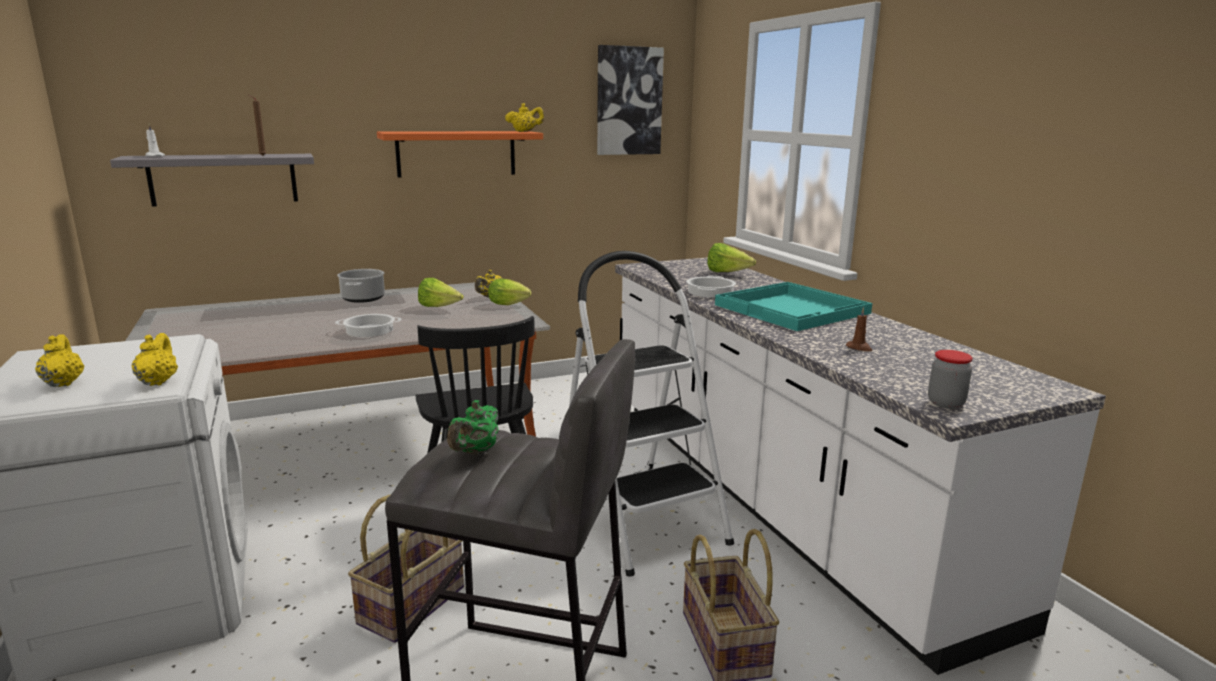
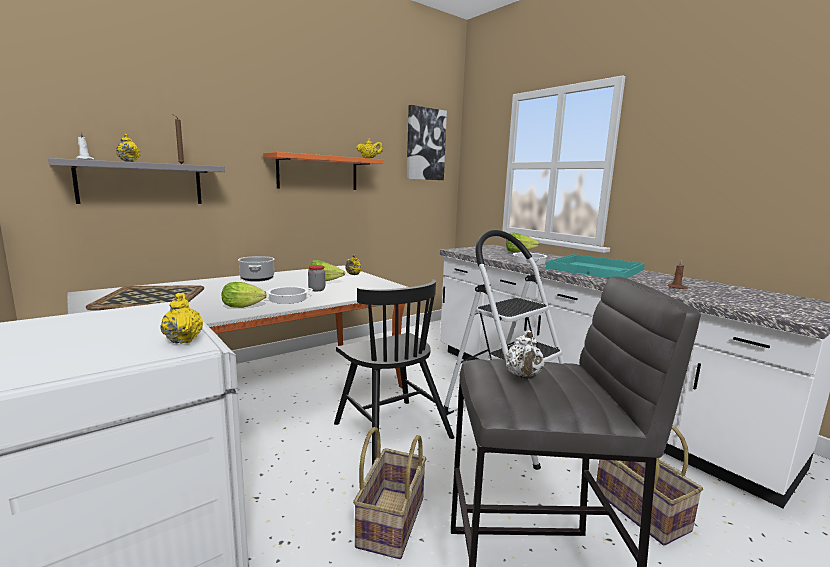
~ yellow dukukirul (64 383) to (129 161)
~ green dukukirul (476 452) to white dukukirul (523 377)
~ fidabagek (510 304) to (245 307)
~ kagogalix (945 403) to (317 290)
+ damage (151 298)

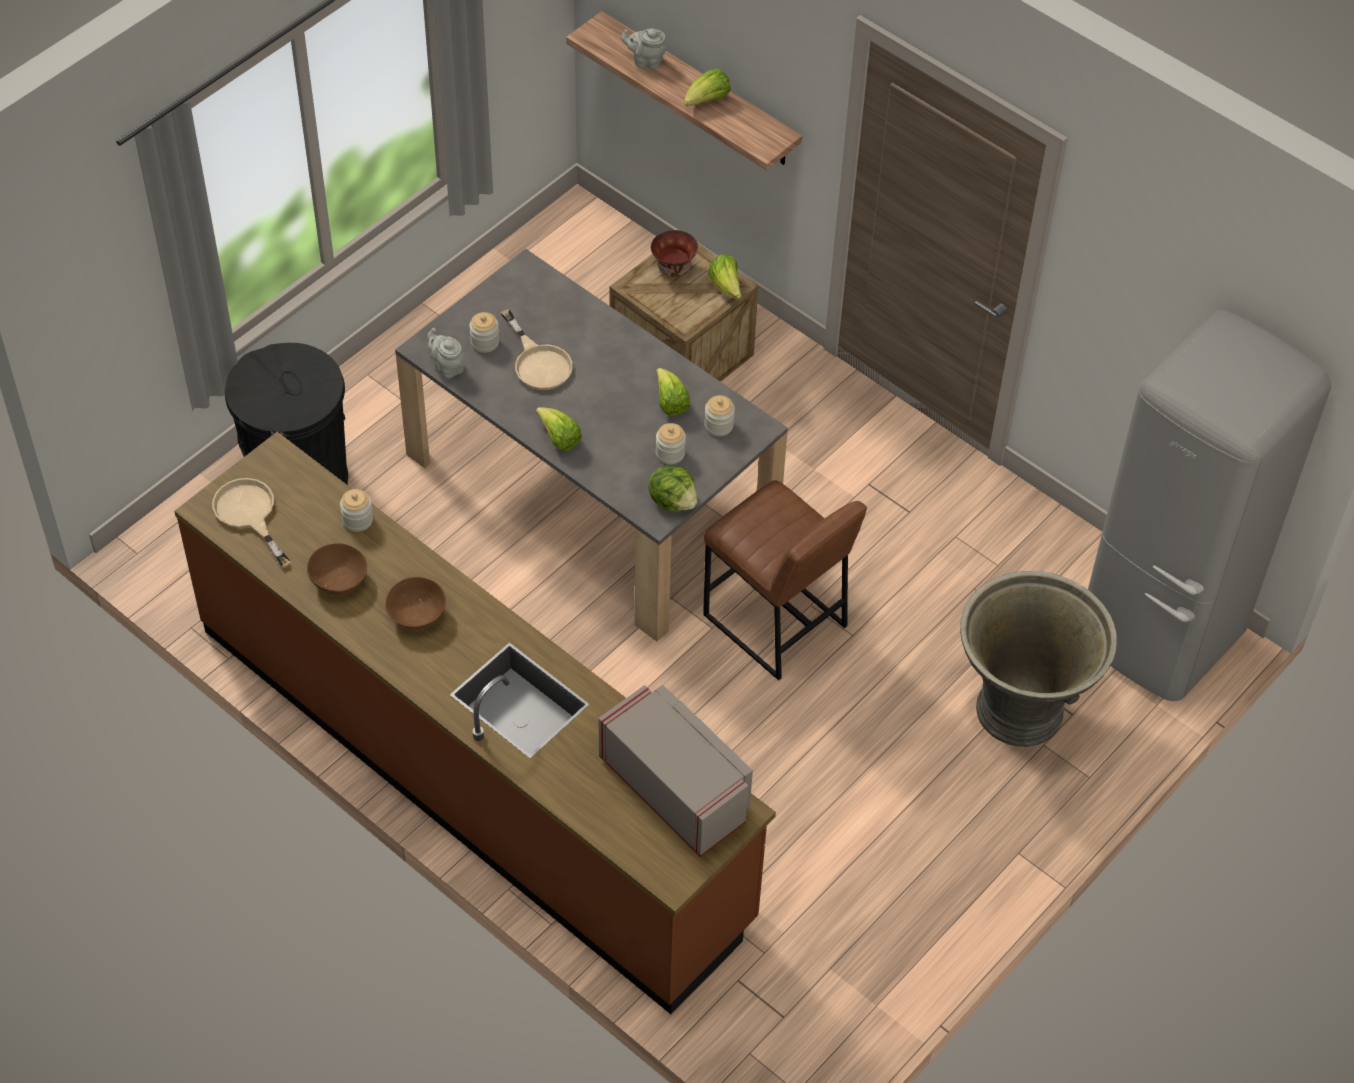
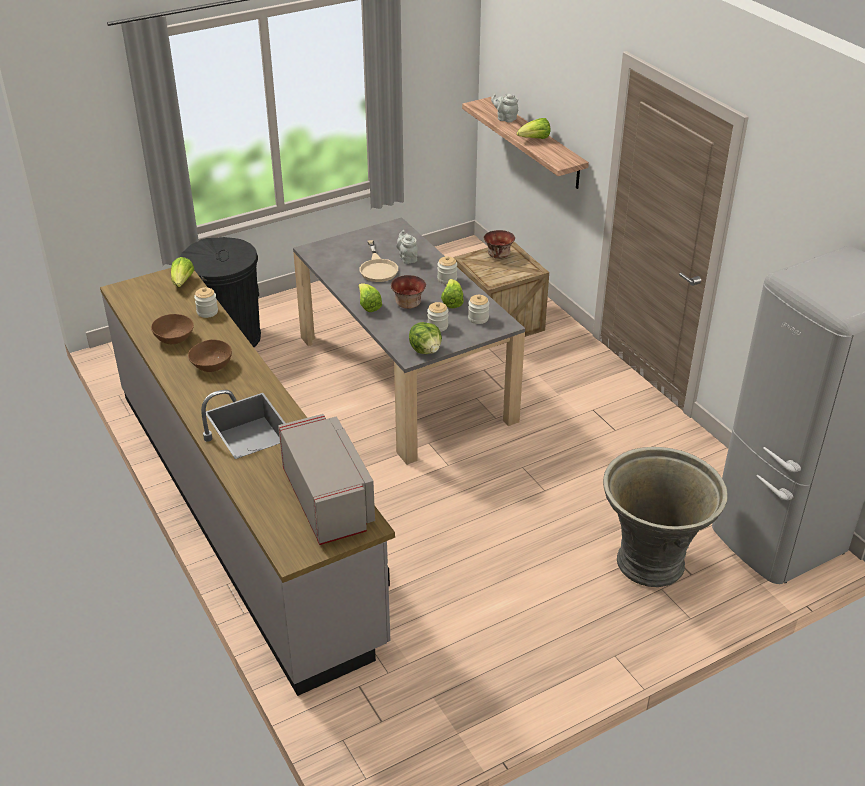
~ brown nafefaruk (472 771) to grey nafefaruk (243 509)
- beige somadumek (249 514)
~ grey dukukirul (447 366) to (407 258)
~ kagogalix (485 342) to (447 279)
- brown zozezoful (776 622)
~ fidabagek (726 286) to (182 283)
+ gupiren (408 304)

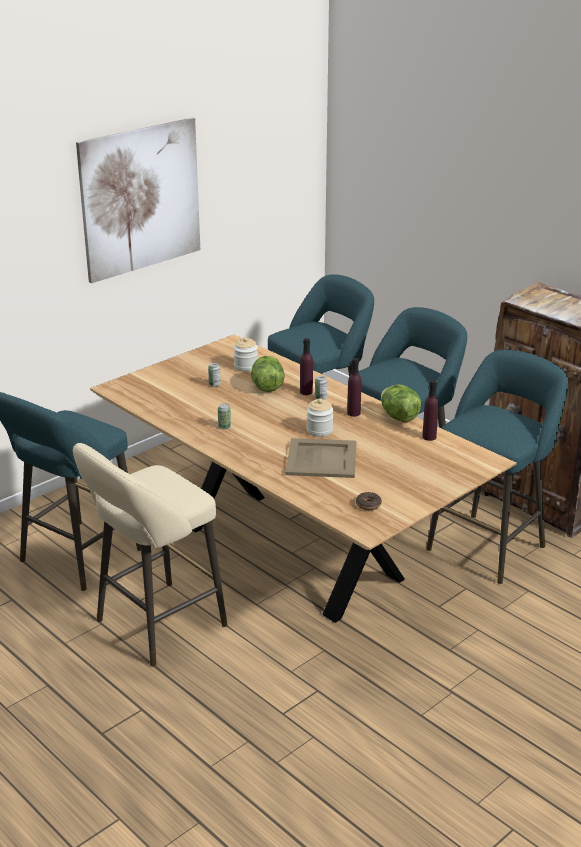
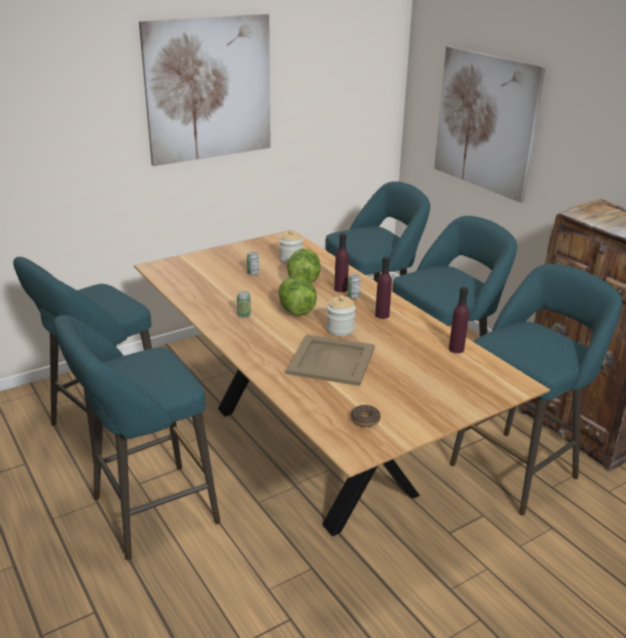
~ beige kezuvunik (155 626) to turquoise kezuvunik (148 512)
~ fidabagek (399 417) to (296 310)
+ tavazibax (485 122)

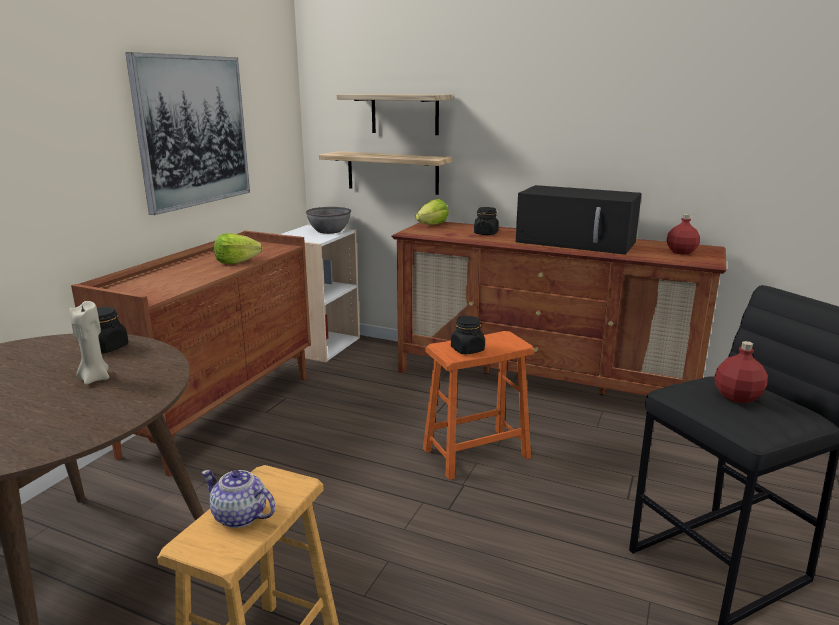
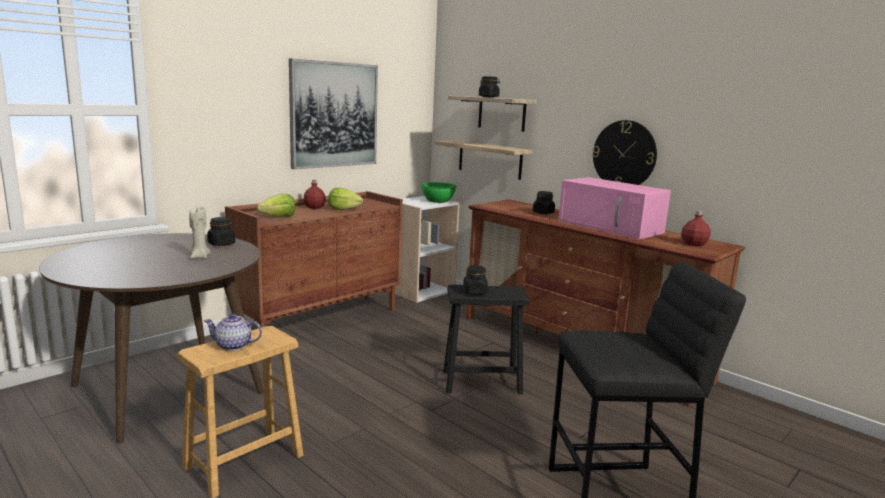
~ dukukirul (240 517) = (234 346) 45 degrees counterclockwise
~ grey gupiren (329 231) to green gupiren (437 201)
~ fidabagek (432 225) to (279 217)
~ orange kezuvunik (476 453) to black kezuvunik (481 381)
~ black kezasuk (577 242) to pink kezasuk (611 227)
~ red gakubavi (737 397) to (314 207)
+ black kagogalix (488 97)
+ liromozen (624 154)

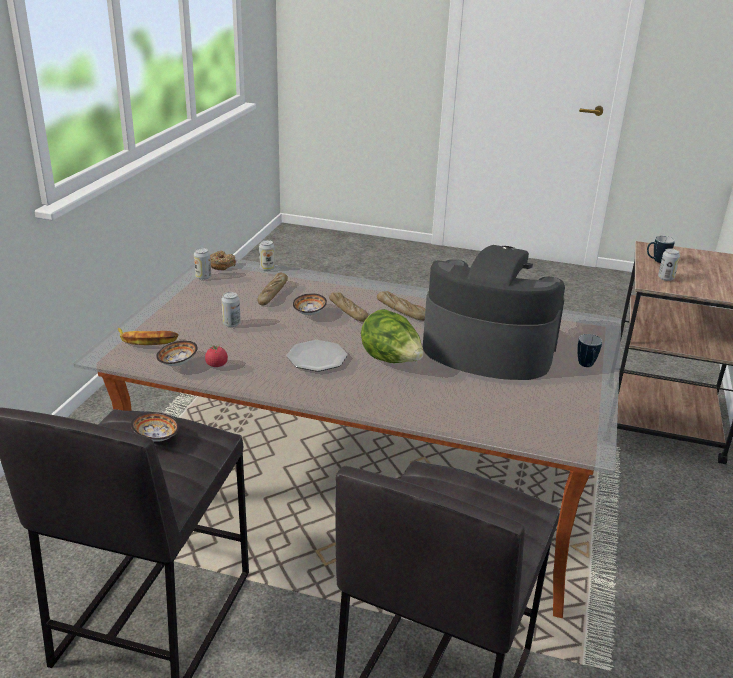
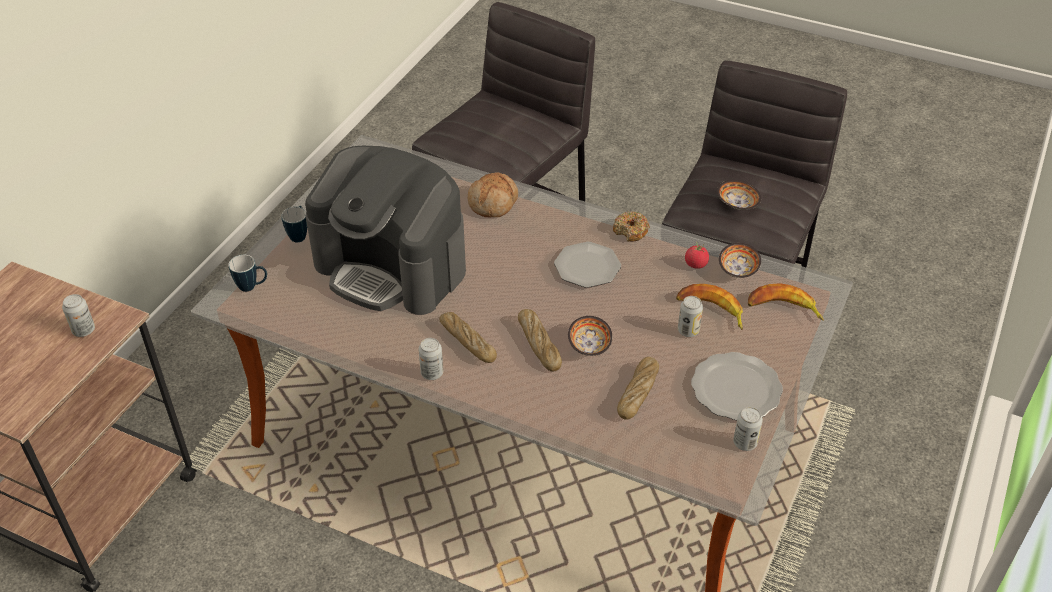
~ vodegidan (221 265) to (631 231)
~ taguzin (267 268) to (432 373)
- fidabagek (391 361)
~ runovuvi (656 261) to (252 287)
+ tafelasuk (494 203)
+ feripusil (711 310)
+ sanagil (737 389)

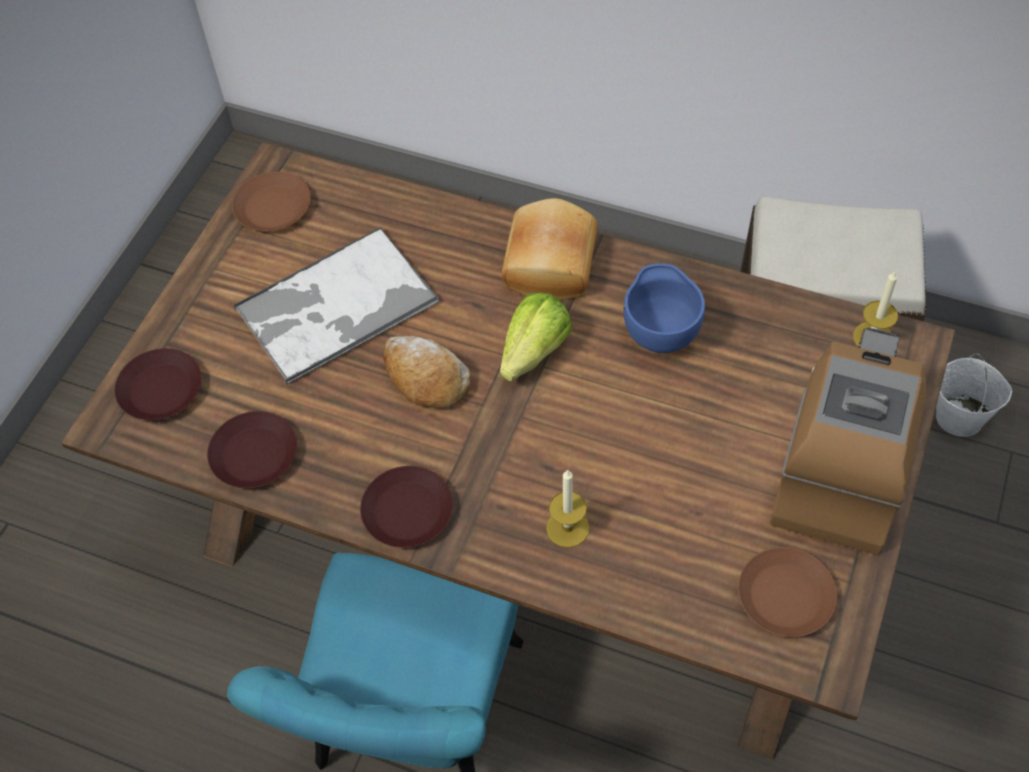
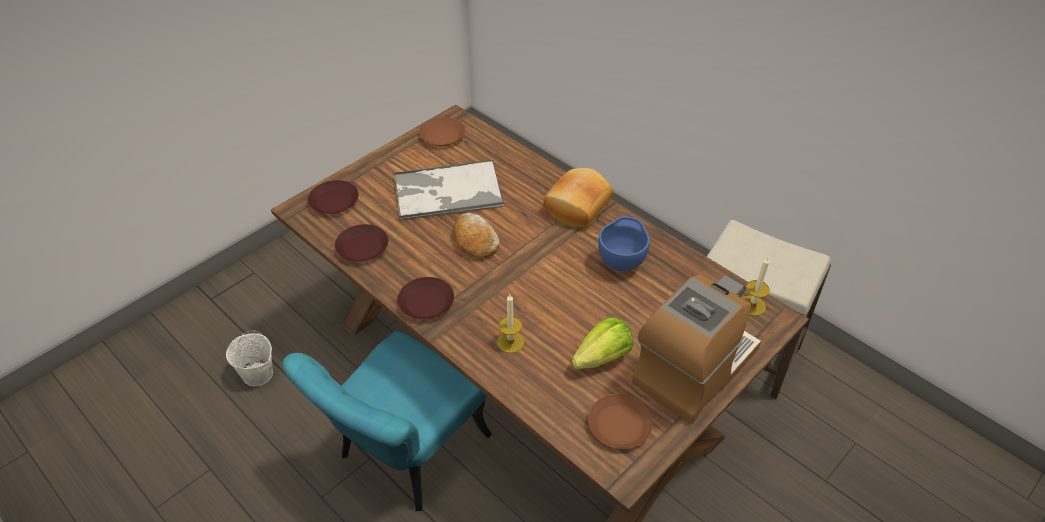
~ fidabagek (534 352) to (602 357)
~ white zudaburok (960 418) to (258 374)

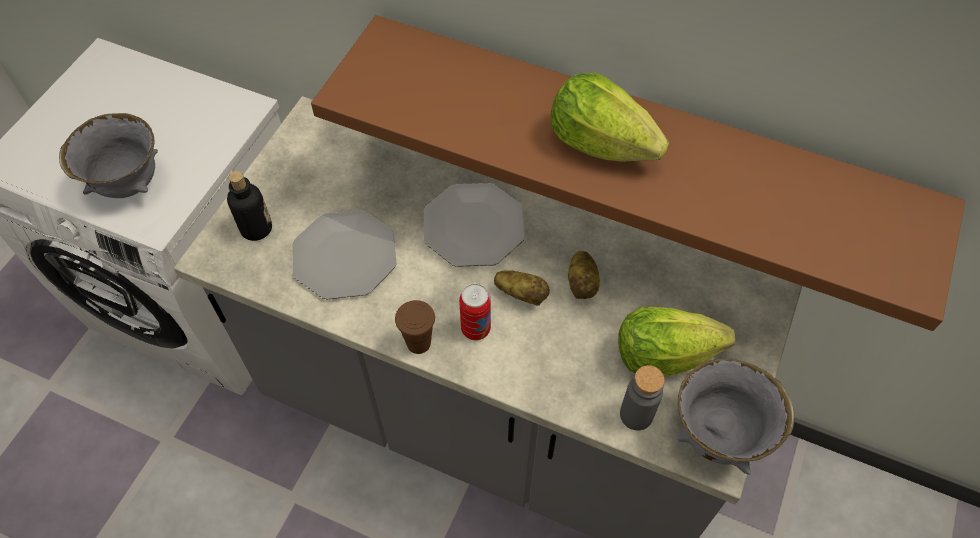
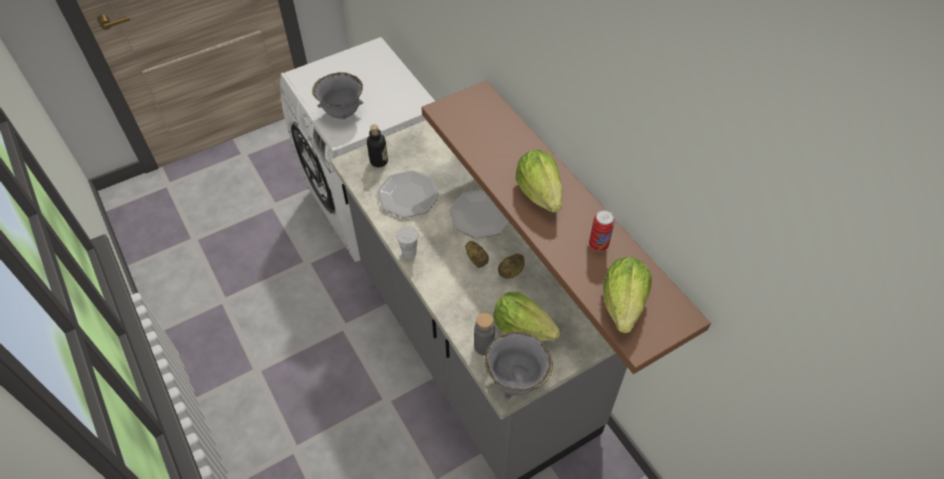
~ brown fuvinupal (418 343) to white fuvinupal (409 253)
~ taguzin (475 329) to (598 245)
+ fidabagek (623 304)

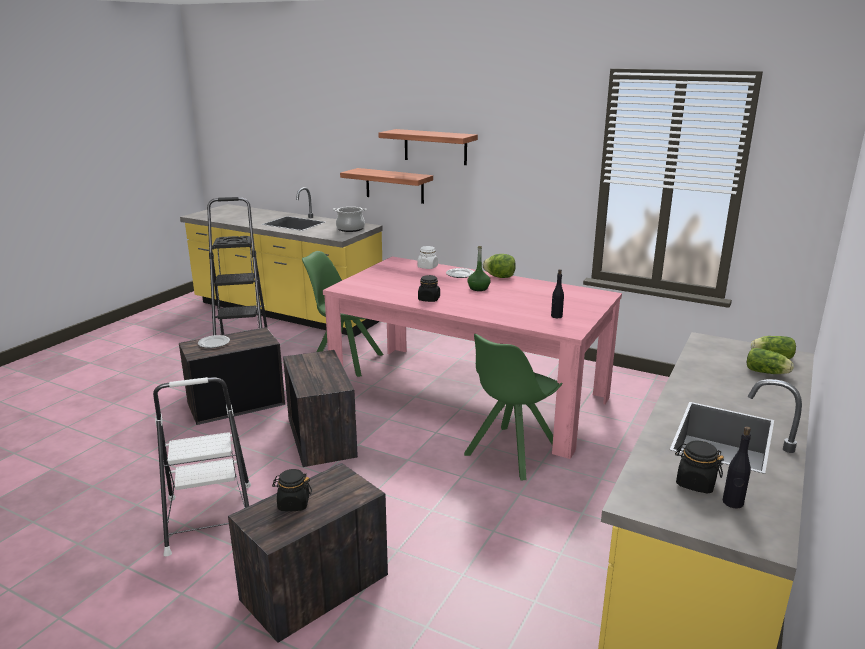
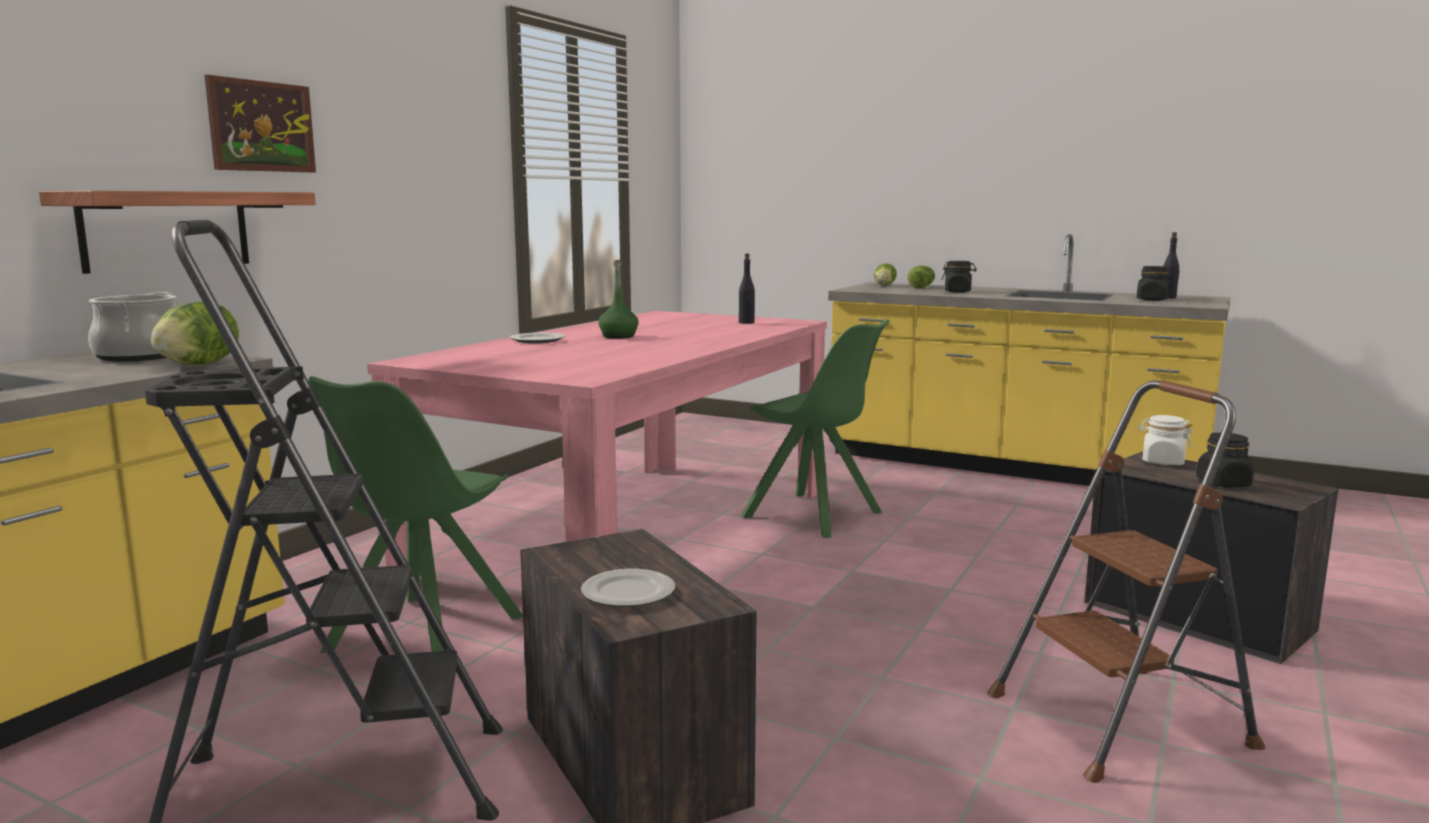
~ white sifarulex (210 519) to brown sifarulex (1125 718)
- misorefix (322 438)
~ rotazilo (435 147) to tavazibax (261 126)
~ white kagogalix (427 267) to (1162 462)
~ black kagogalix (429 299) to (958 291)
~ fidabagek (499 277) to (198 365)

